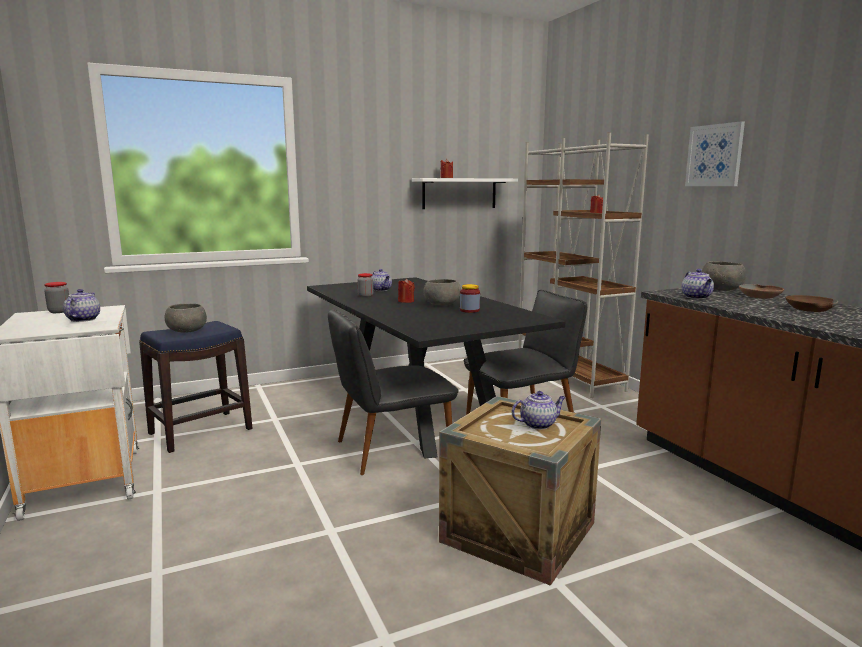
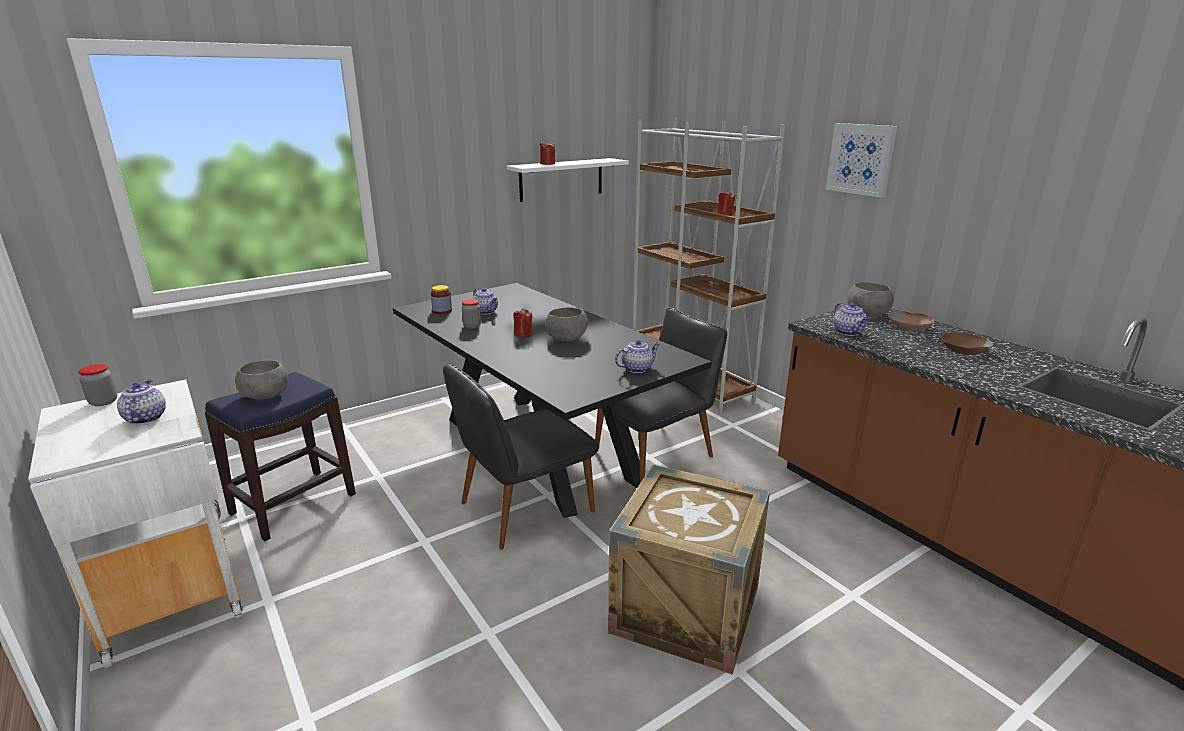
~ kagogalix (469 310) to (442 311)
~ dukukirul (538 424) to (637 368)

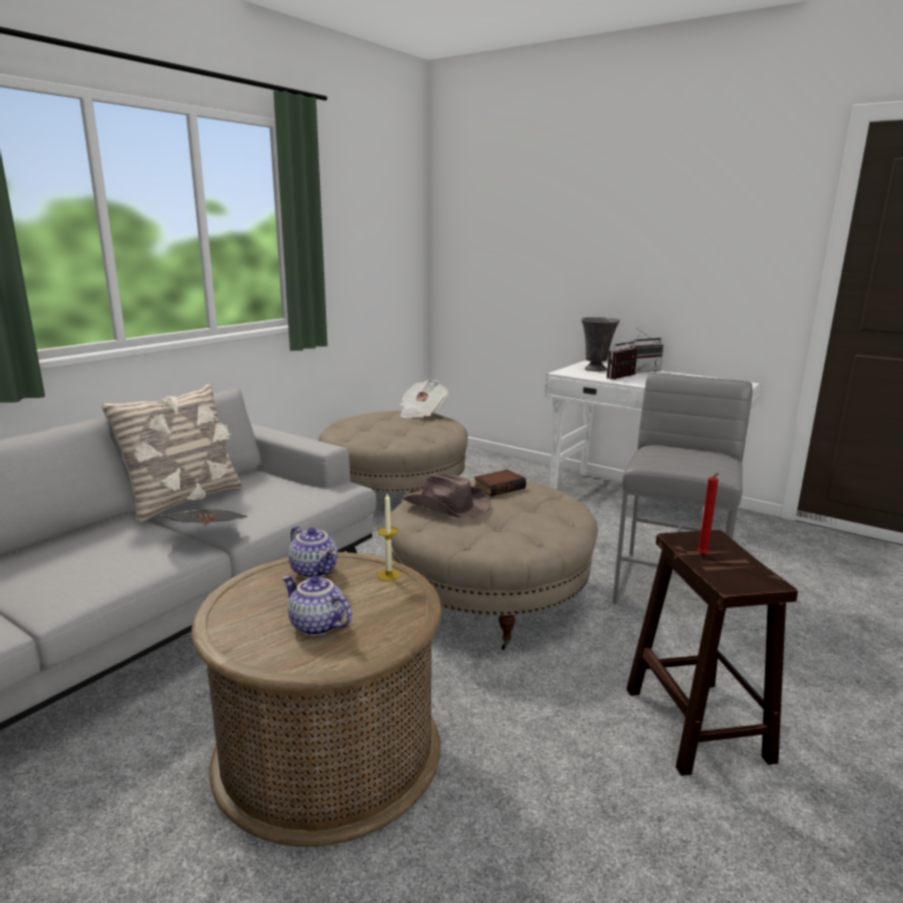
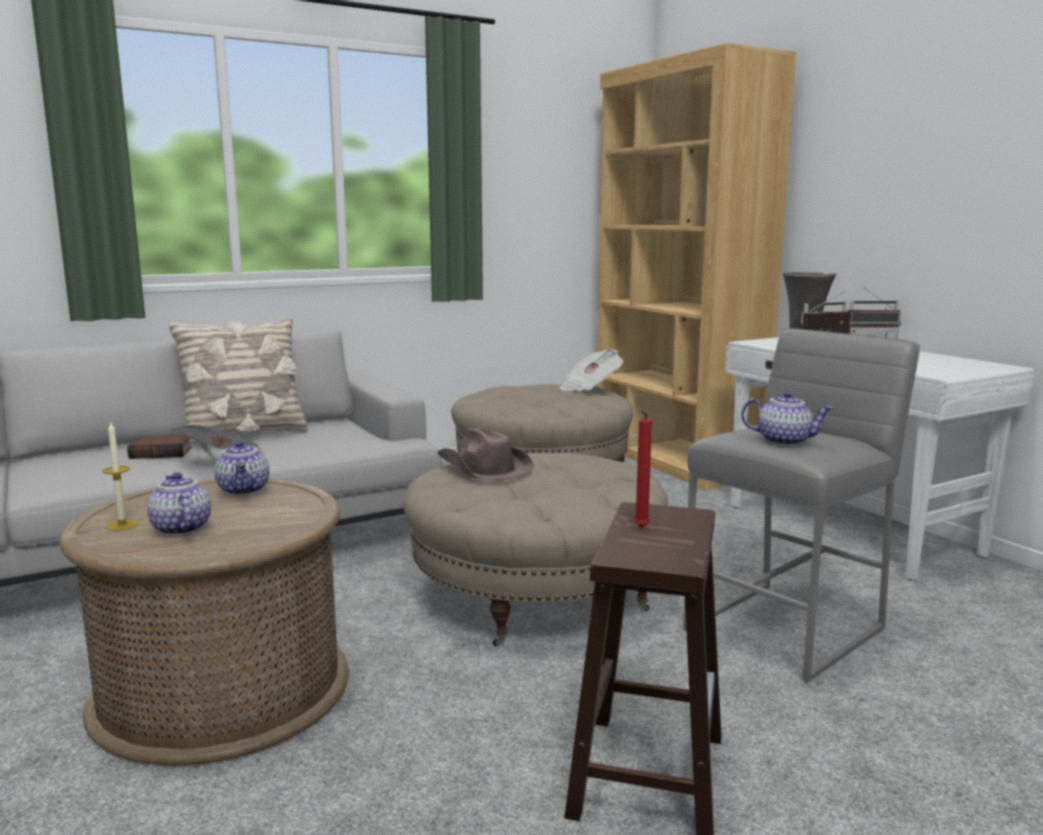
~ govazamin (388 575) to (122 525)
~ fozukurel (499 487) to (162 452)
+ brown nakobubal (674 460)
+ dukukirul (784 441)

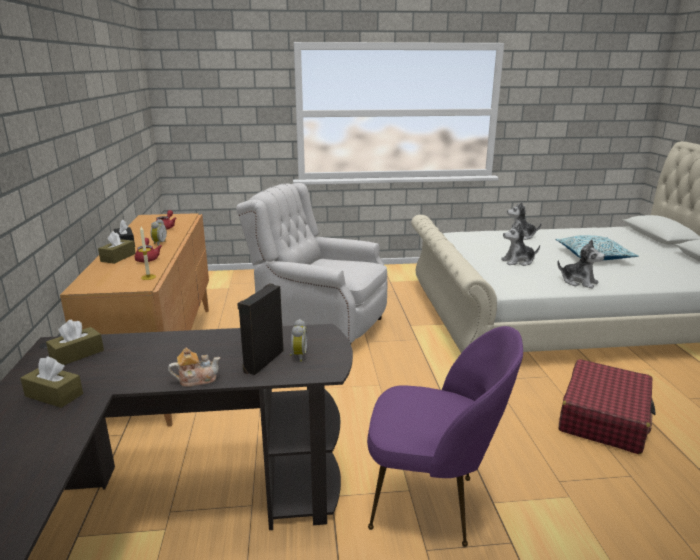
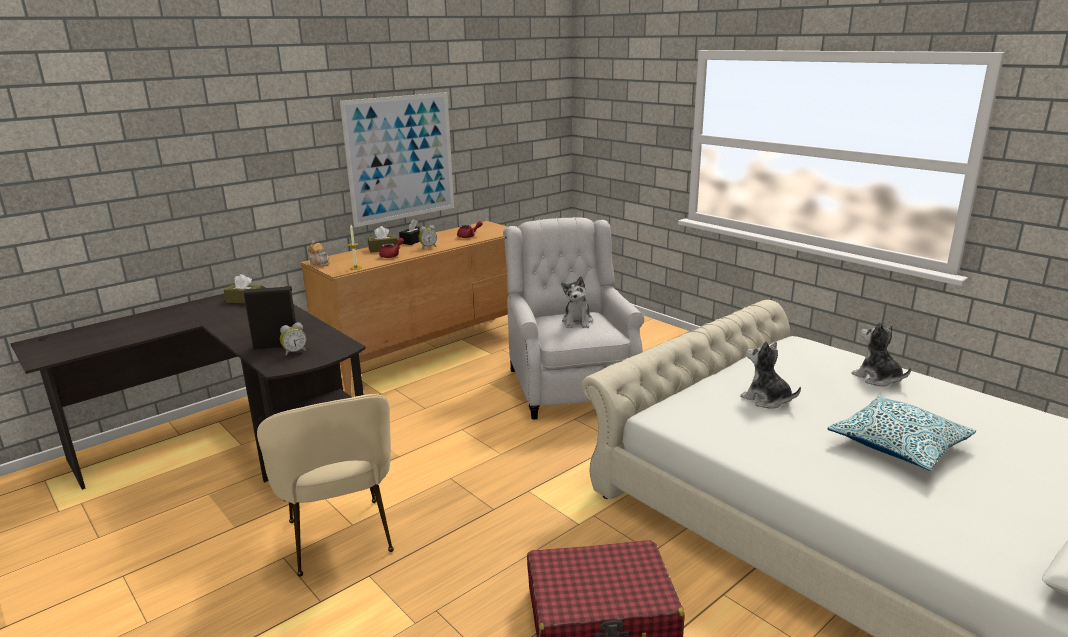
- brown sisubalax (54 395)
~ dukukirul (196 379) to (319 263)
~ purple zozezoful (433 505) to beige zozezoful (341 543)
~ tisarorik (578 282) to (577 321)
+ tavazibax (401 158)

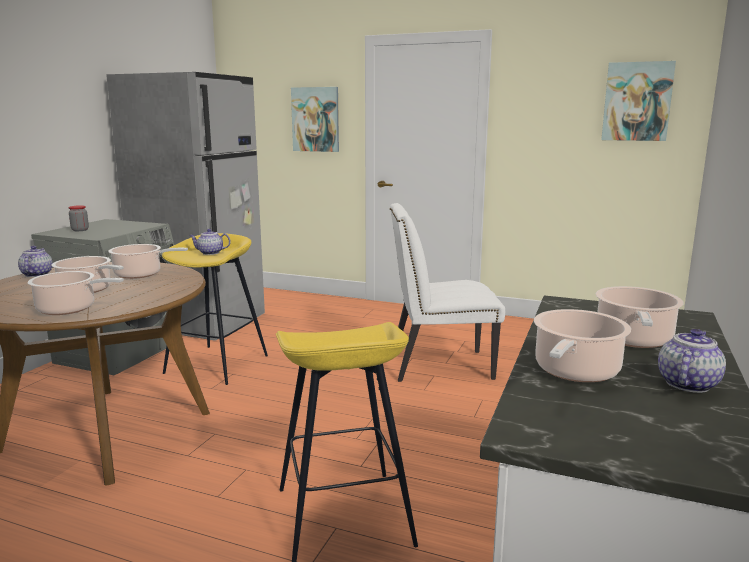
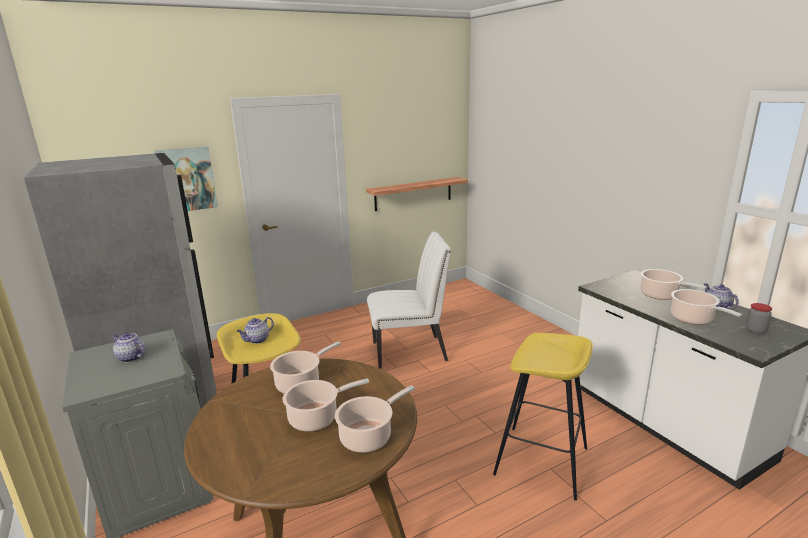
~ dukukirul (37 274) to (131 357)
~ kagogalix (80 230) to (755 330)
~ white zozezoful (441 366) = (408 352) 135 degrees counterclockwise
- tavazibax (637 101)
+ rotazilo (413 193)

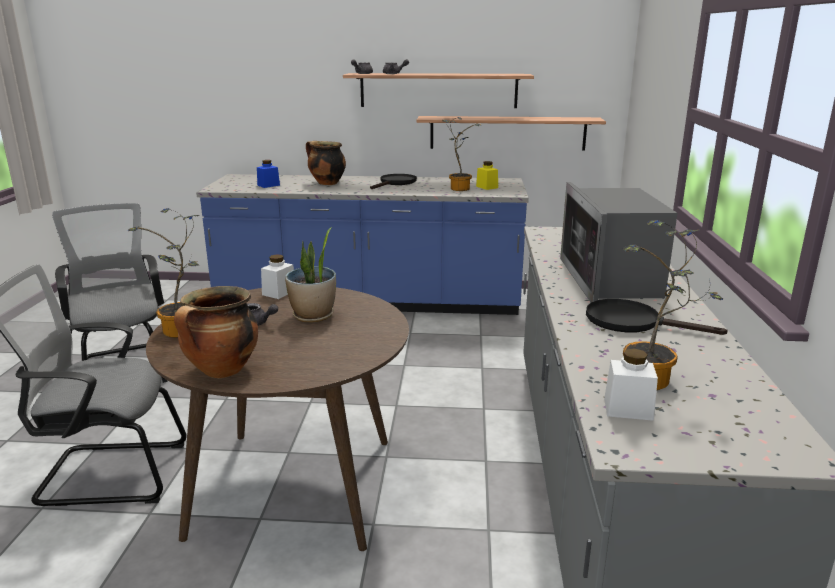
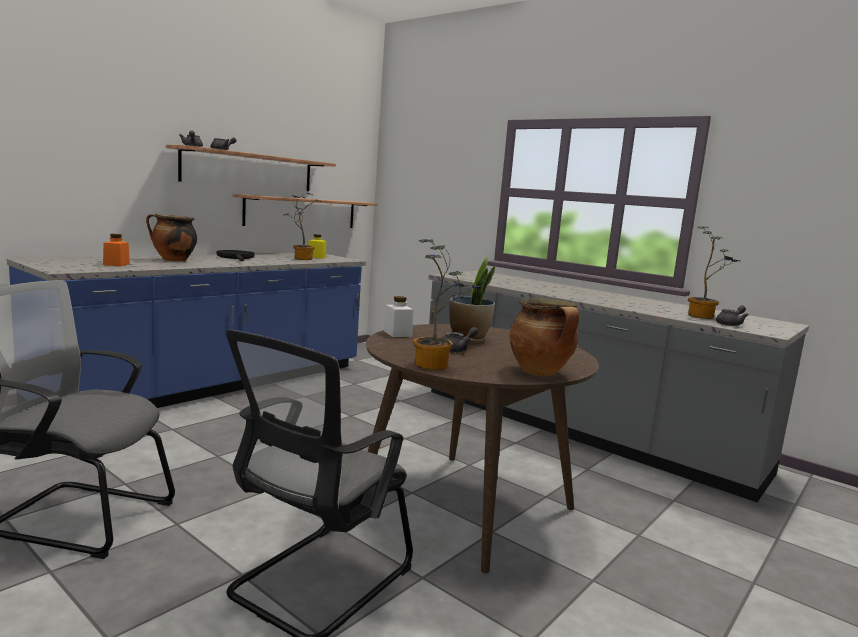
~ blue kagogalix (268 185) to orange kagogalix (116 264)
- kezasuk (609 279)
- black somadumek (633 322)
~ white kagogalix (628 409) to grey dukukirul (731 324)

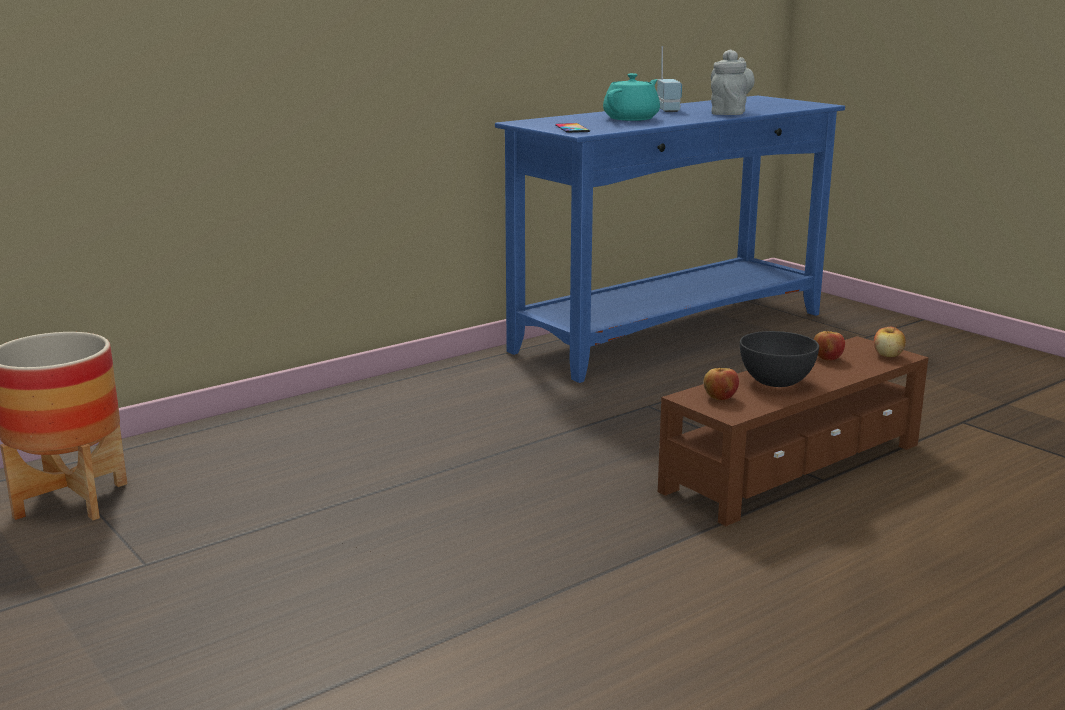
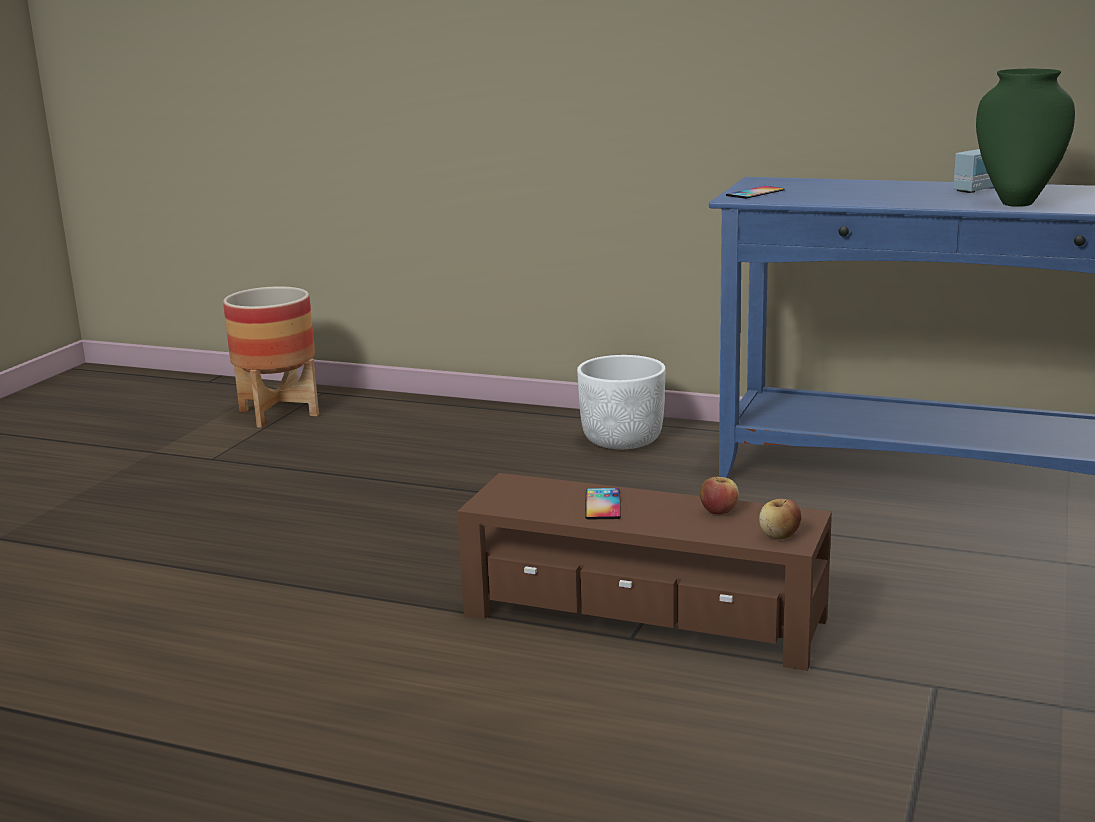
- turquoise dukukirul (632 118)
- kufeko (720 397)
~ grey dukukirul (729 113) to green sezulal (1016 203)
~ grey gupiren (776 382) to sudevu (603 504)
+ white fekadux (623 439)

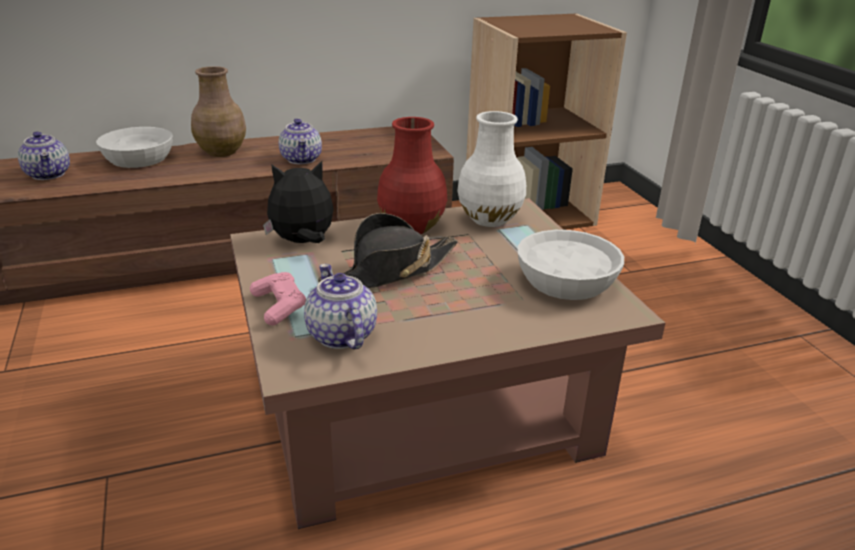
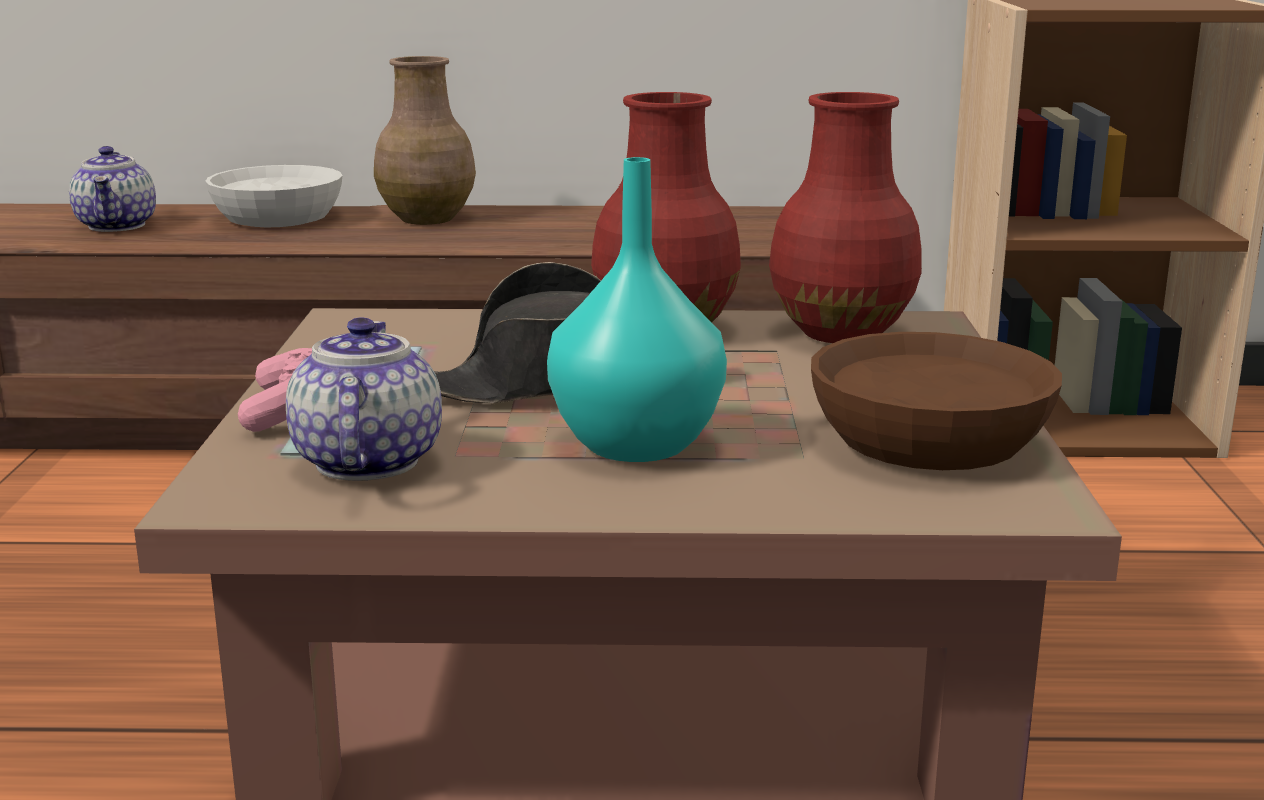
- tisarorik (303 242)
- dukukirul (302 159)
~ white sezulal (490 219) to red sezulal (843 333)
~ white gupiren (567 282) to brown gupiren (931 441)
+ turquoise sezulal (632 445)

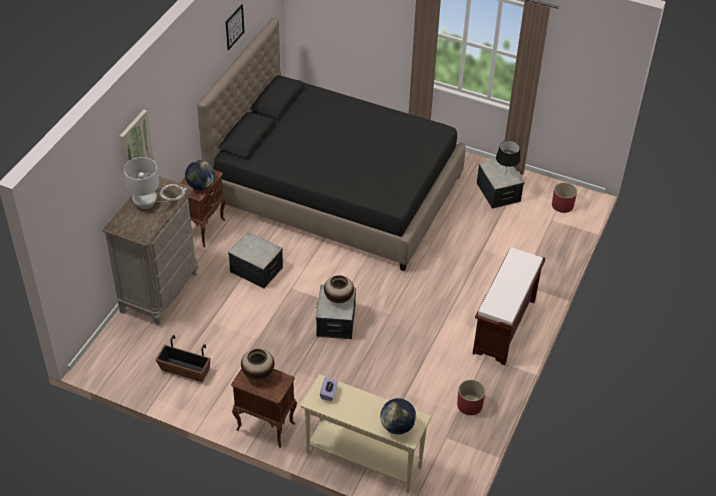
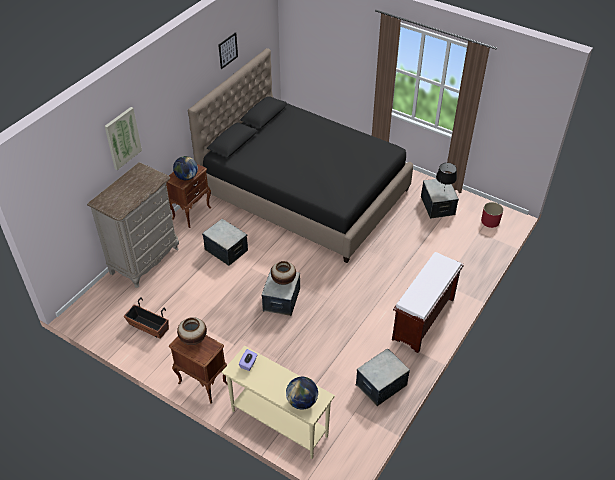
- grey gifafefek (156 199)
~ red fekadux (469 405) to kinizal (381 384)

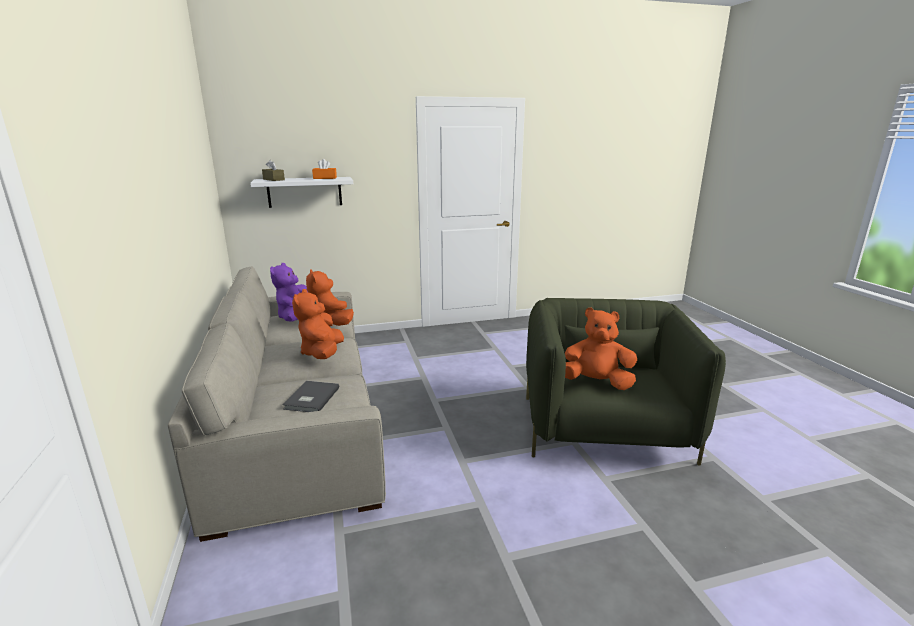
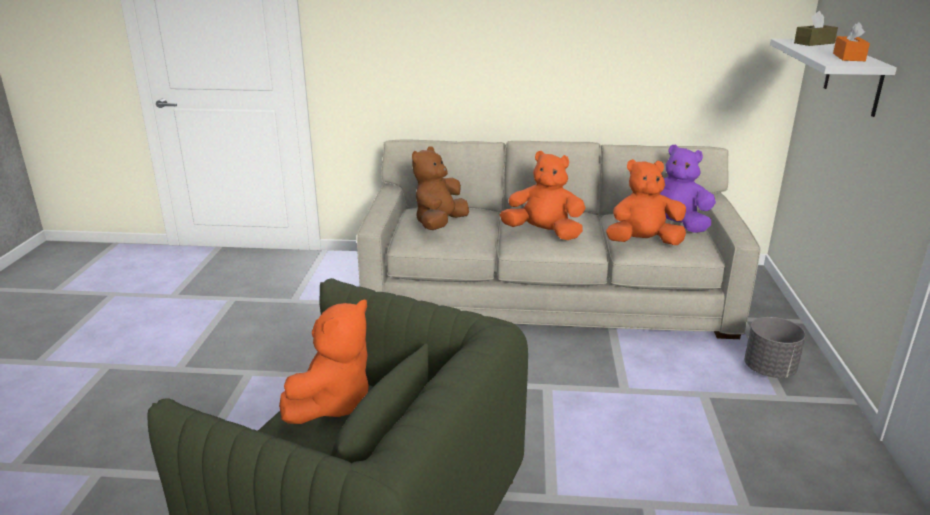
~ grey fozukurel (310 398) to brown tisarorik (439 224)
+ grey fekadux (769 370)

